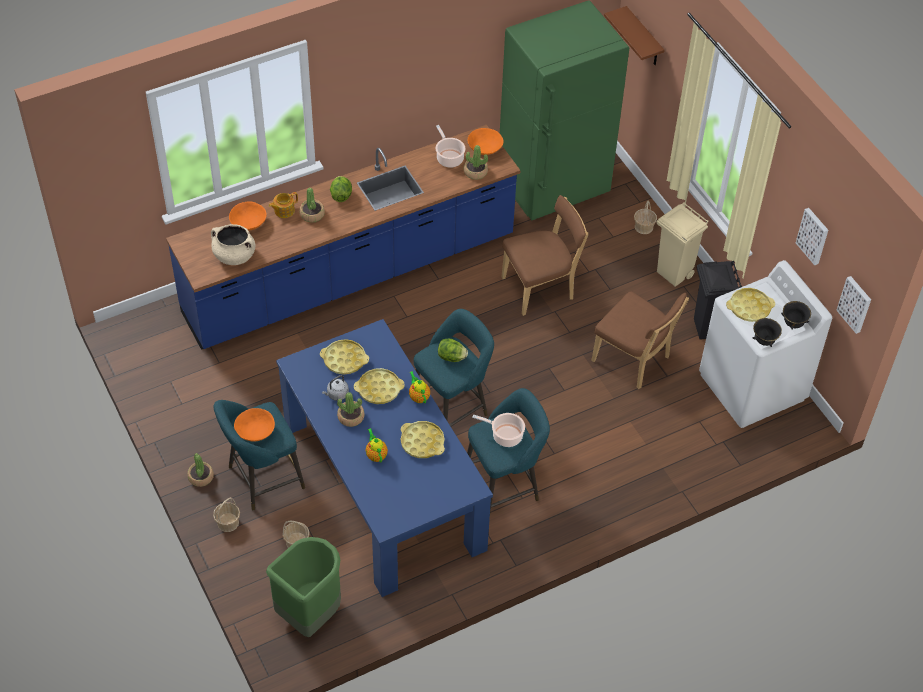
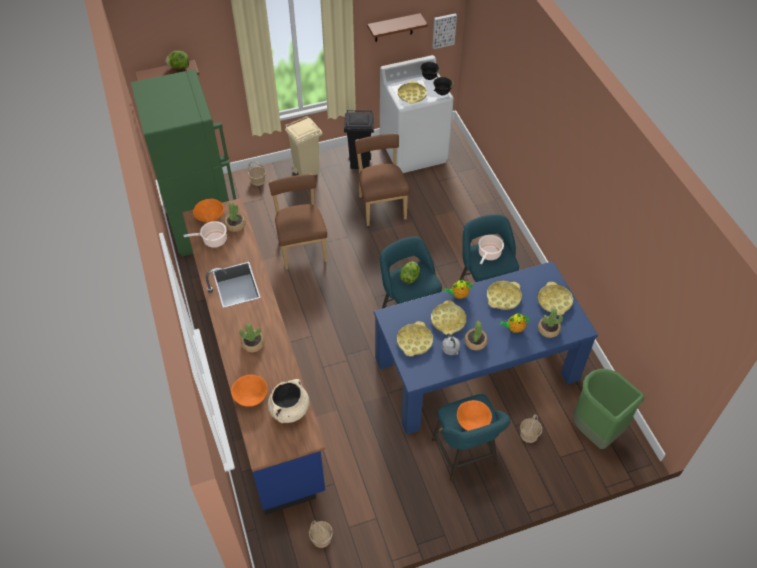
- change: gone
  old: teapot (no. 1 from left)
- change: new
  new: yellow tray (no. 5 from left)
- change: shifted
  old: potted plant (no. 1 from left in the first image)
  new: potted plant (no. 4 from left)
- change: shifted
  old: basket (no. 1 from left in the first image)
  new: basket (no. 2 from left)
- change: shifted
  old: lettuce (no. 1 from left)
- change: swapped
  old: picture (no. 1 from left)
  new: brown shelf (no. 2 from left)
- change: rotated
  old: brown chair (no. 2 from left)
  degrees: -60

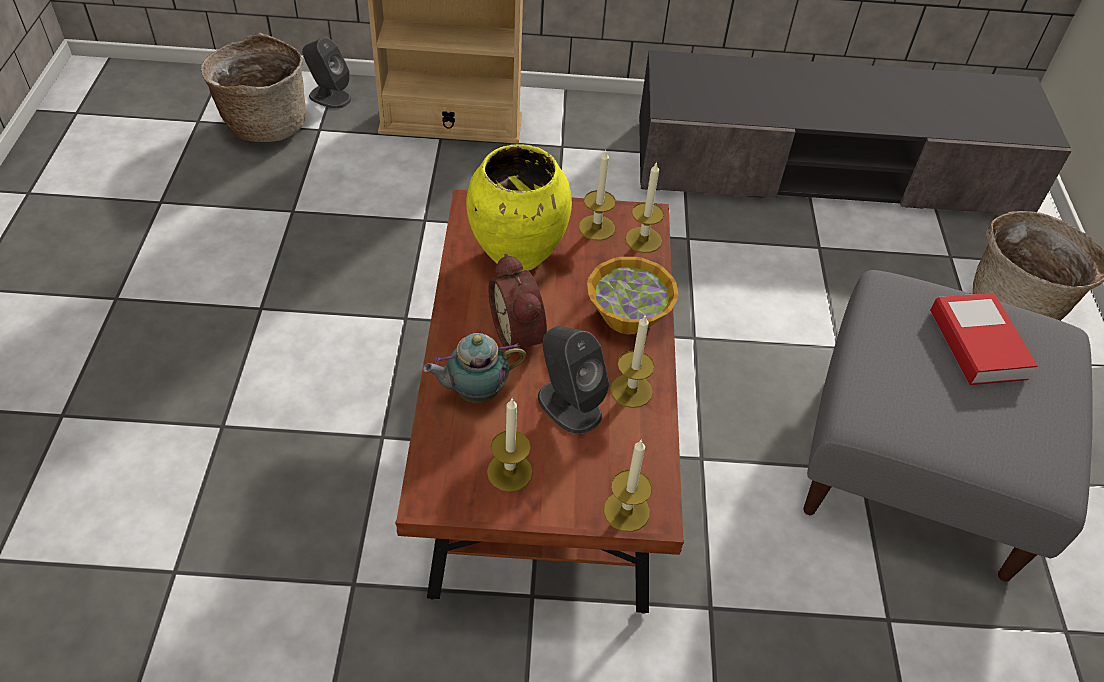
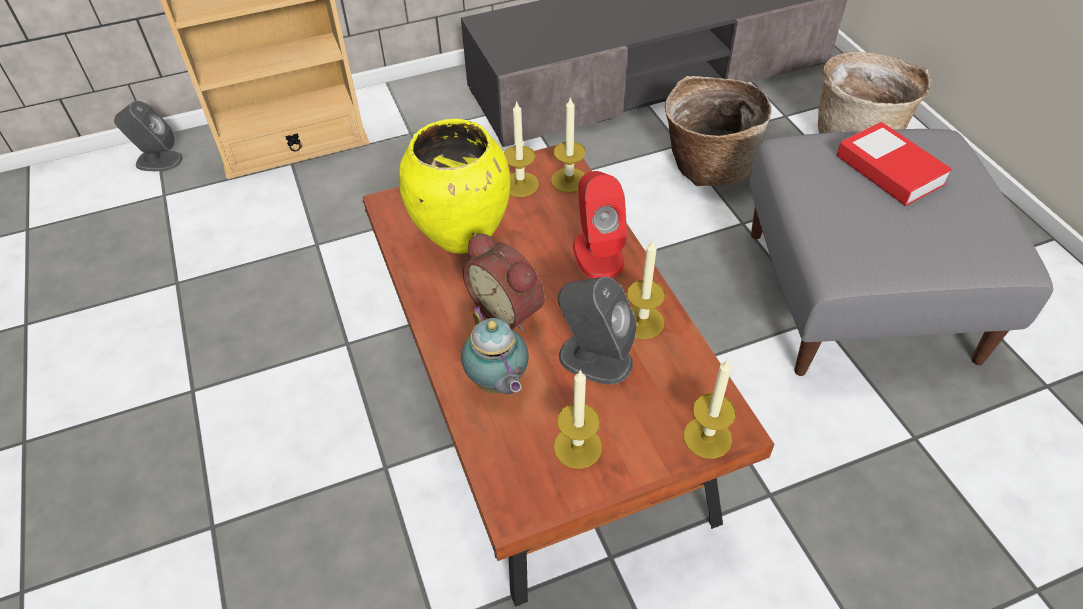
- change: shifted
  old: basket (no. 1 from left)
- change: swapped
  old: bowl
  new: red speaker
- change: rotated
  old: teapot
  degrees: -75

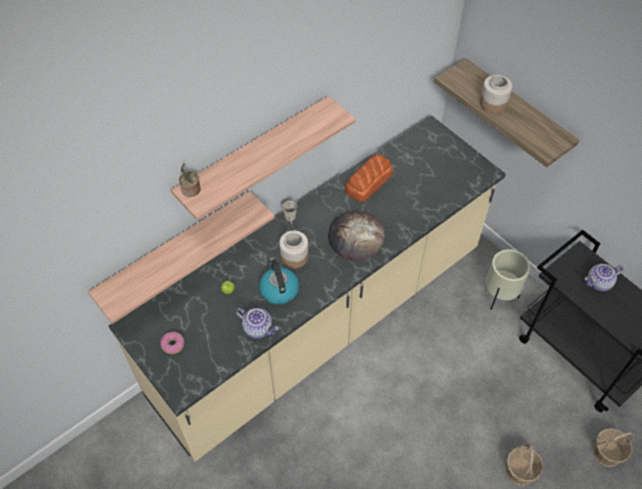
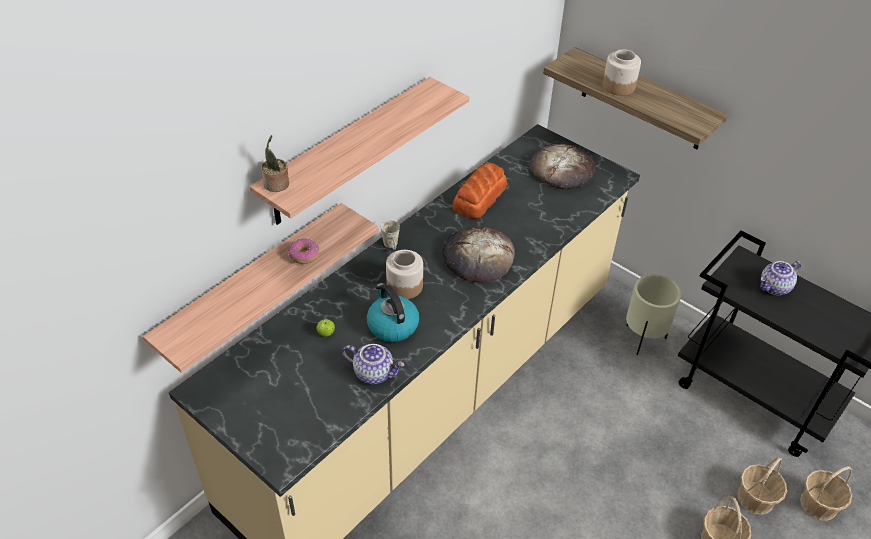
- change: new
  new: bread (no. 3 from left)
- change: new
  new: basket (no. 2 from left)
- change: shifted
  old: donut

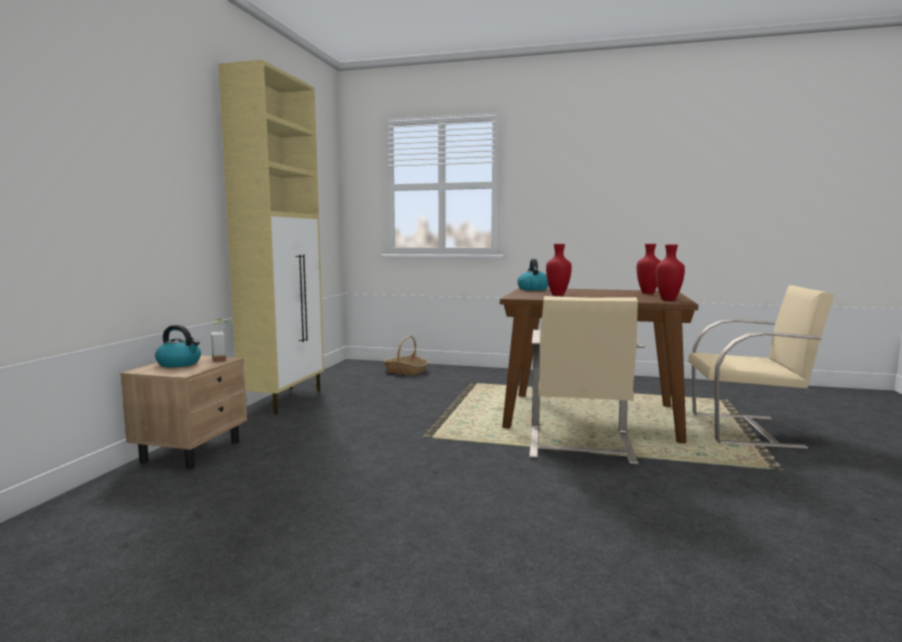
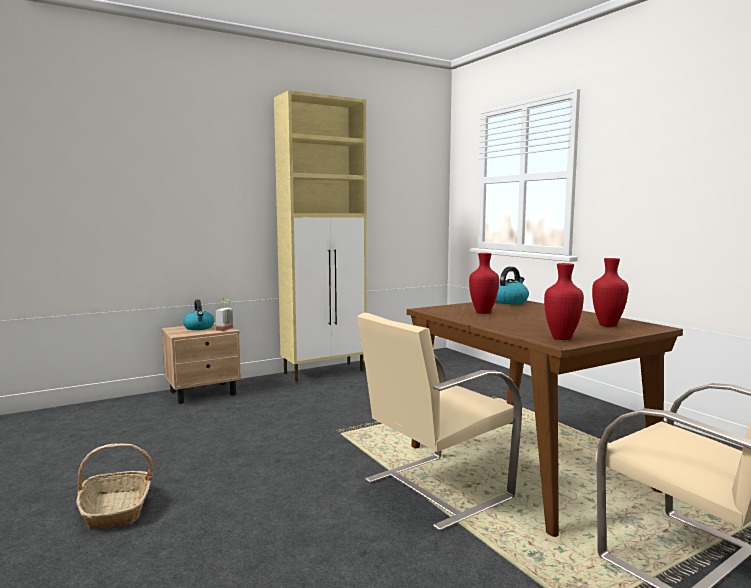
- change: shifted
  old: basket

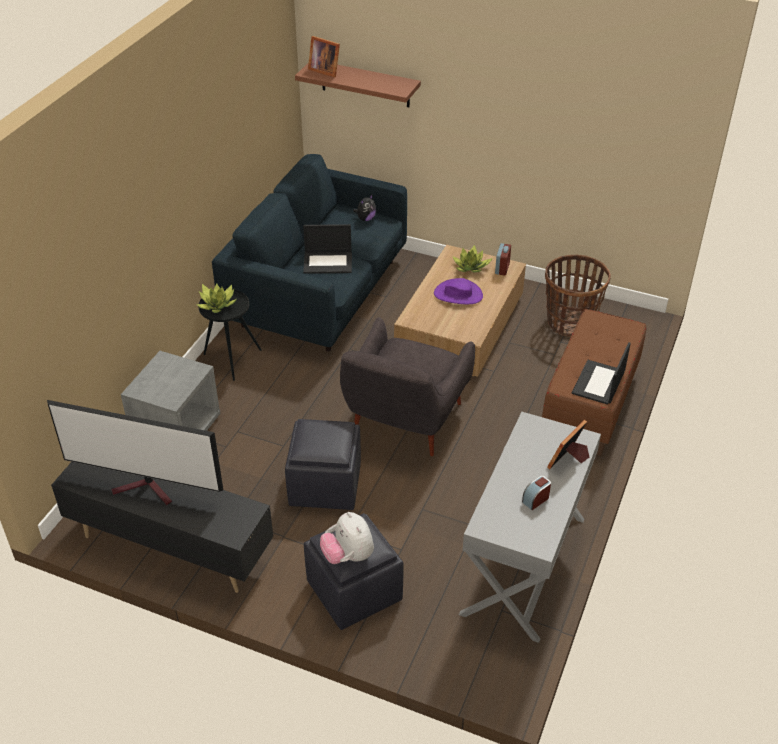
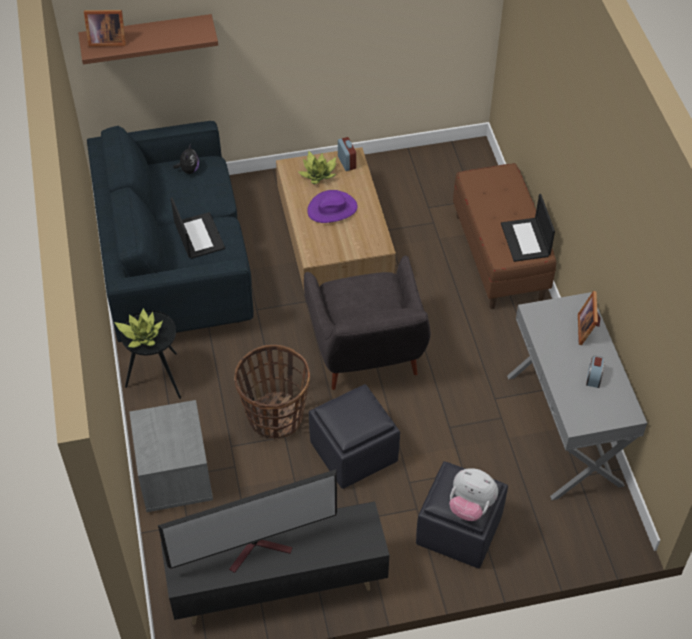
- change: shifted
  old: basket
- change: rotated
  old: laptop (no. 1 from left)
  degrees: -75

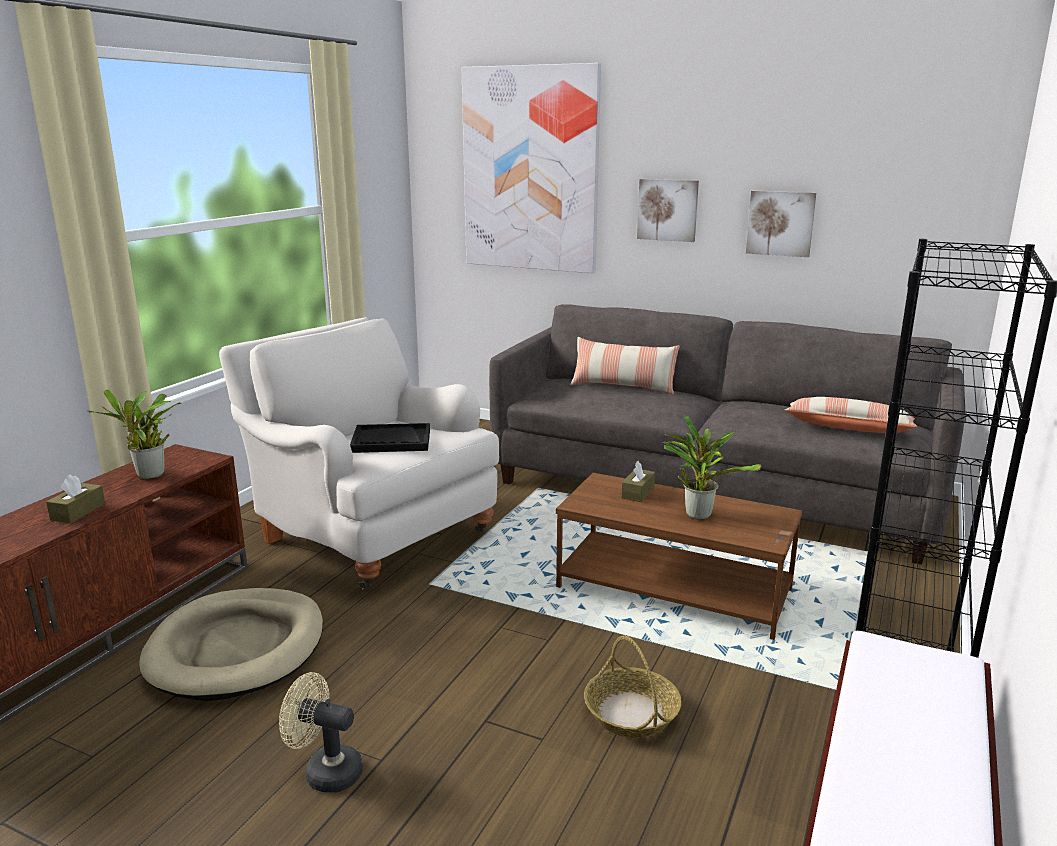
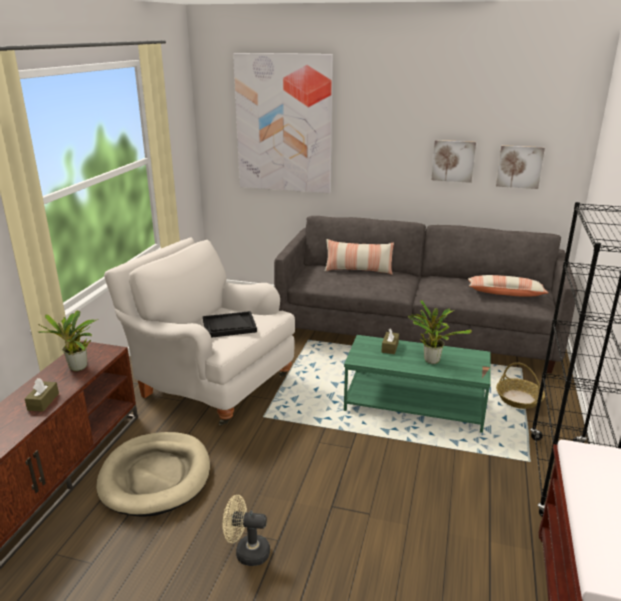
- change: shifted
  old: basket
- change: shifted
  old: picture (no. 2 from left in the first image)
  new: picture (no. 3 from left)
- change: repainted
  old: brown coffee table
  new: green coffee table

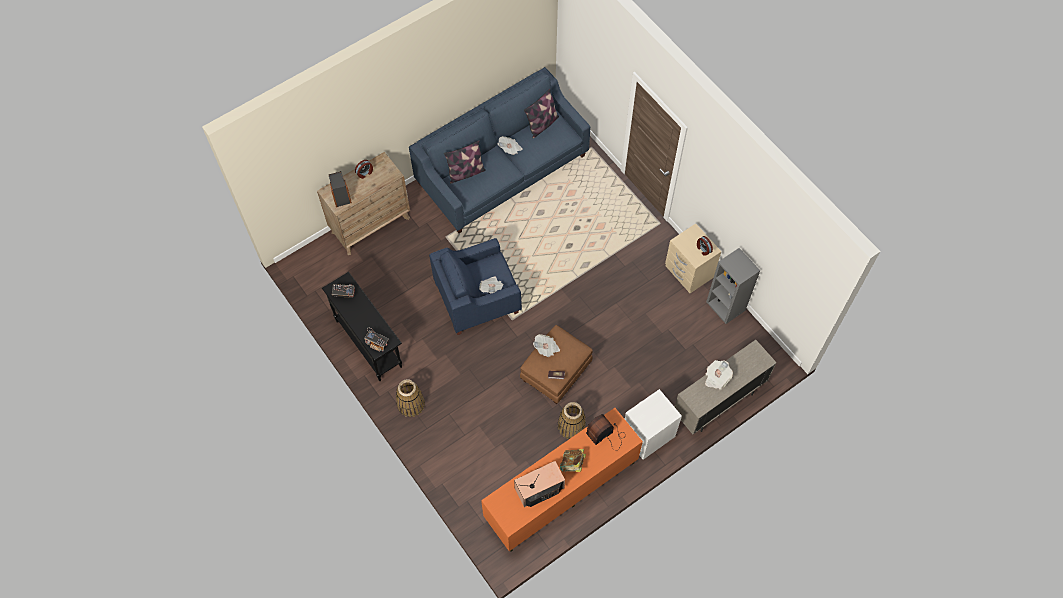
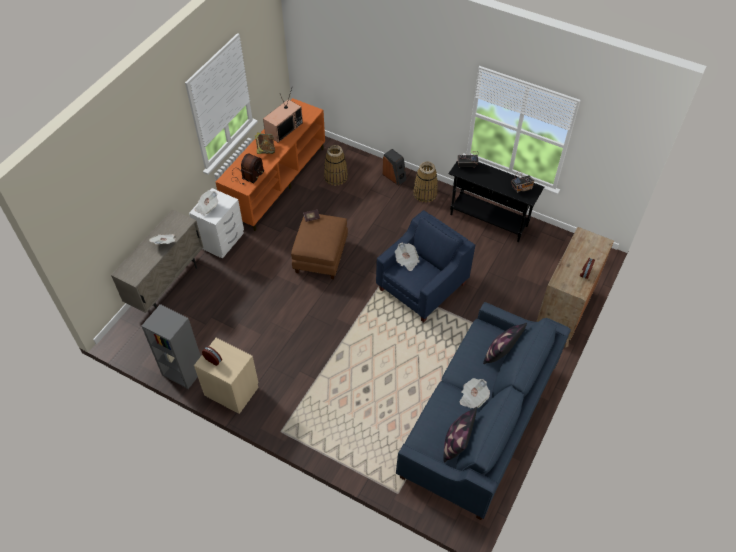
- change: shifted
  old: speaker
- change: shifted
  old: newspaper (no. 3 from left in the first image)
  new: newspaper (no. 2 from left)
- change: shifted
  old: basket (no. 2 from left in the first image)
  new: basket (no. 1 from left)

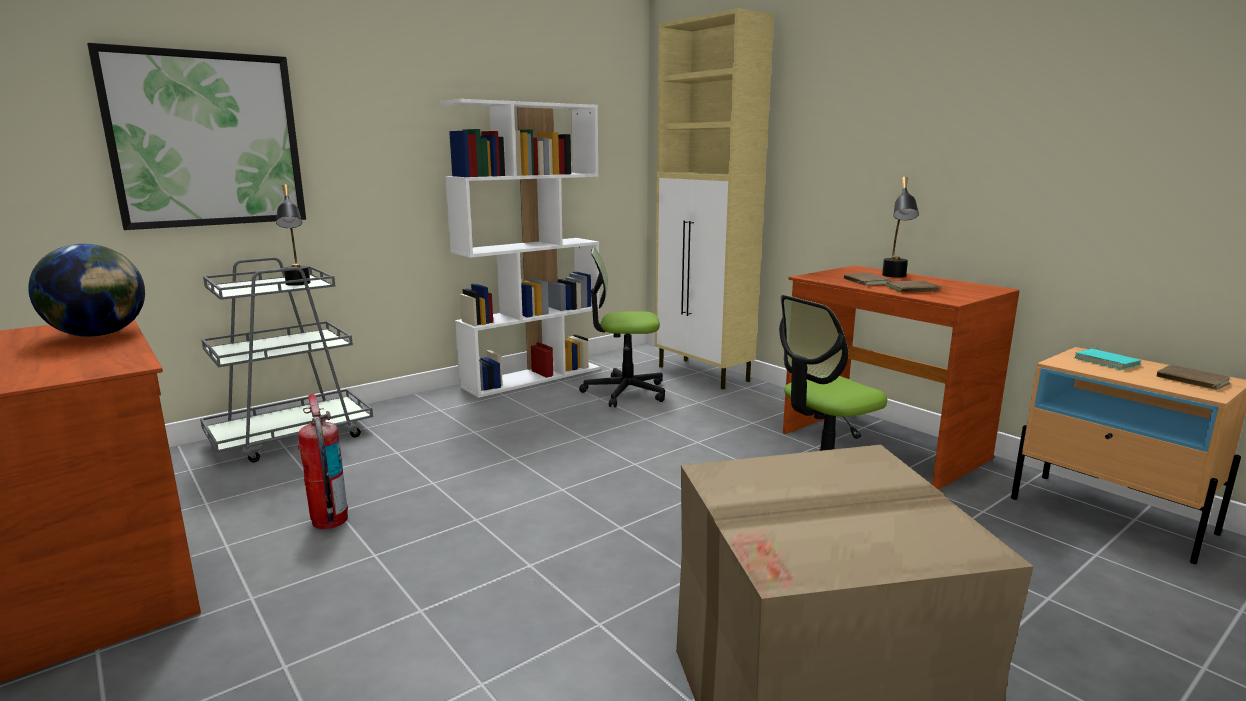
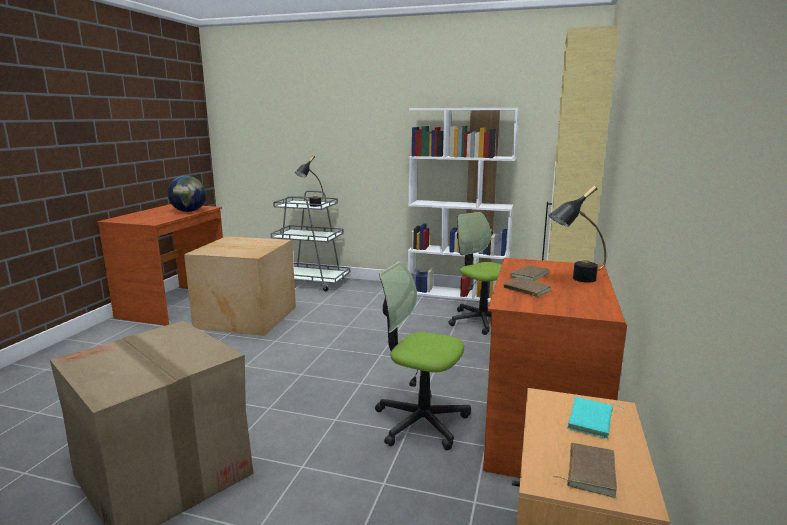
- change: gone
  old: picture
- change: swapped
  old: fire extinguisher
  new: cardboard box (no. 2 from left)

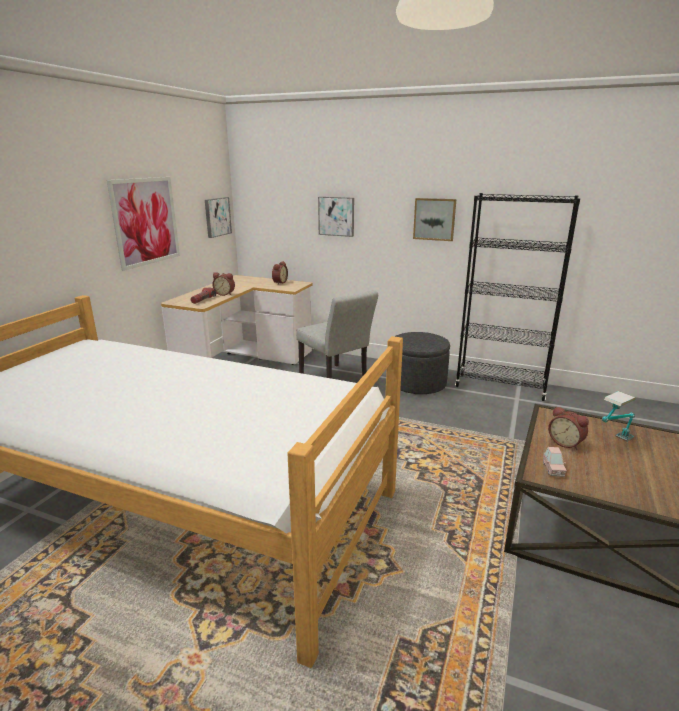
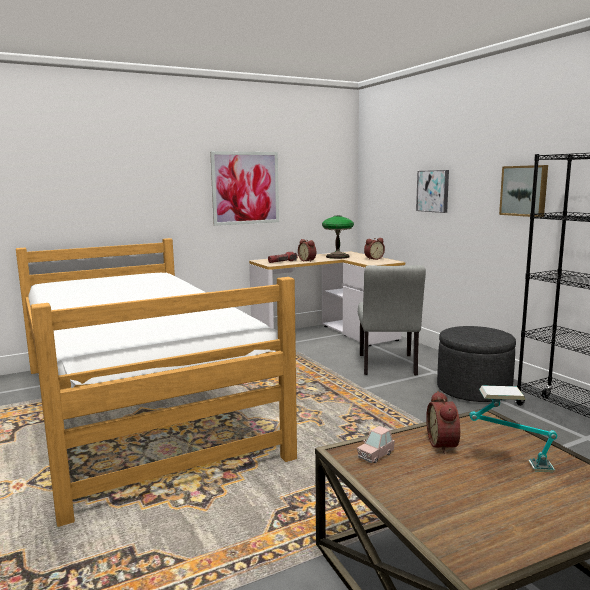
- change: gone
  old: picture (no. 2 from left)
- change: new
  new: table lamp (no. 1 from left)

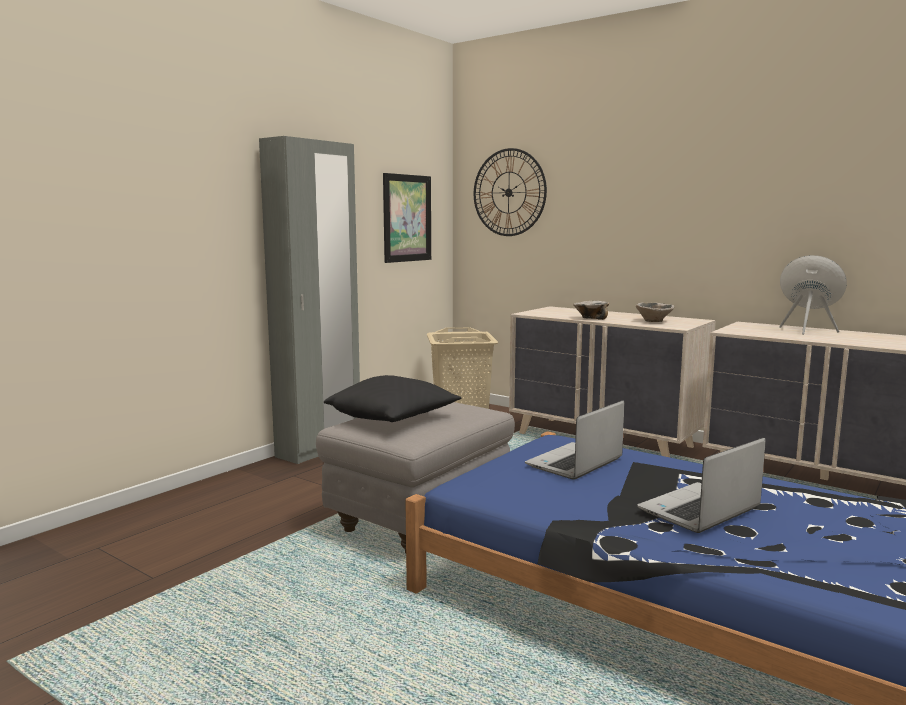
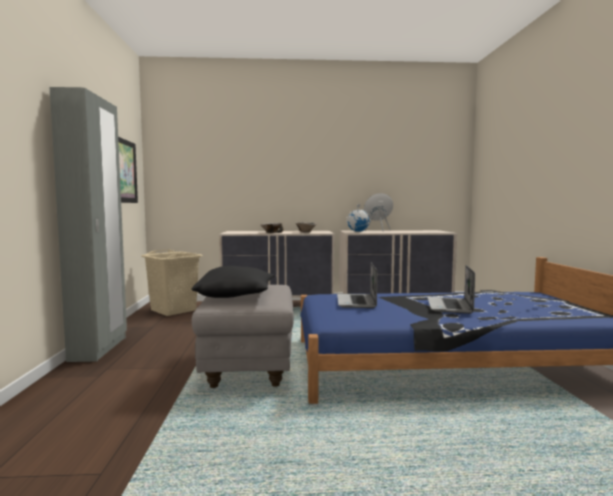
- change: gone
  old: wall clock
- change: new
  new: globe

